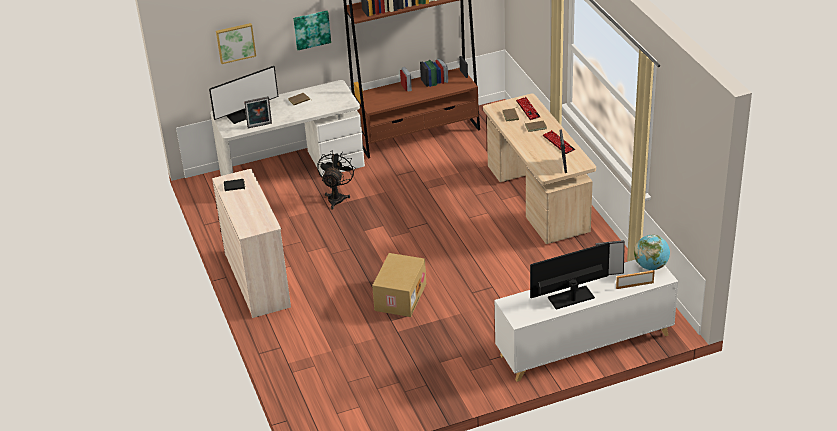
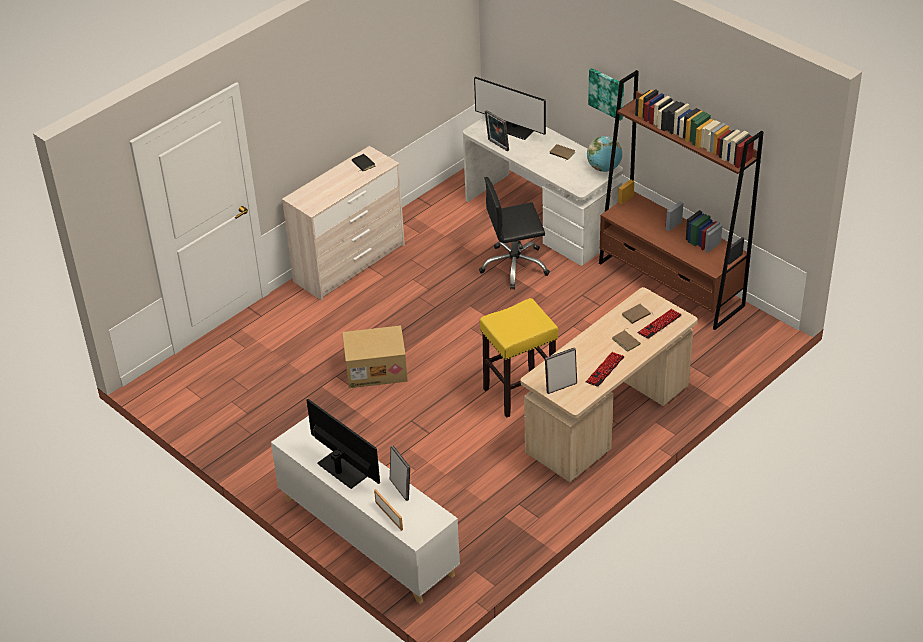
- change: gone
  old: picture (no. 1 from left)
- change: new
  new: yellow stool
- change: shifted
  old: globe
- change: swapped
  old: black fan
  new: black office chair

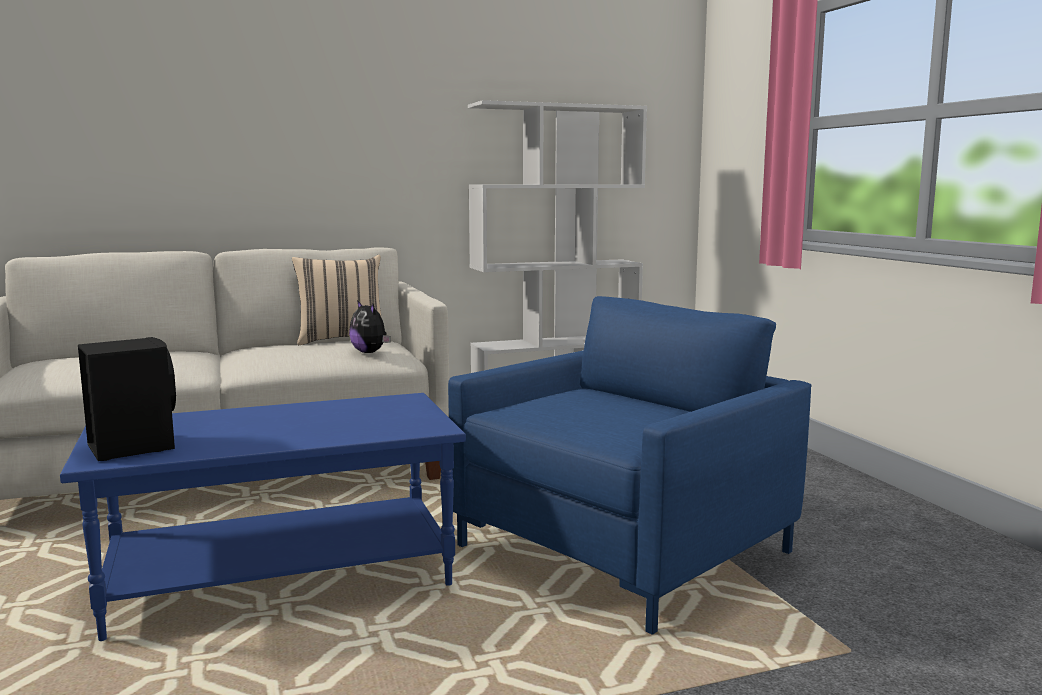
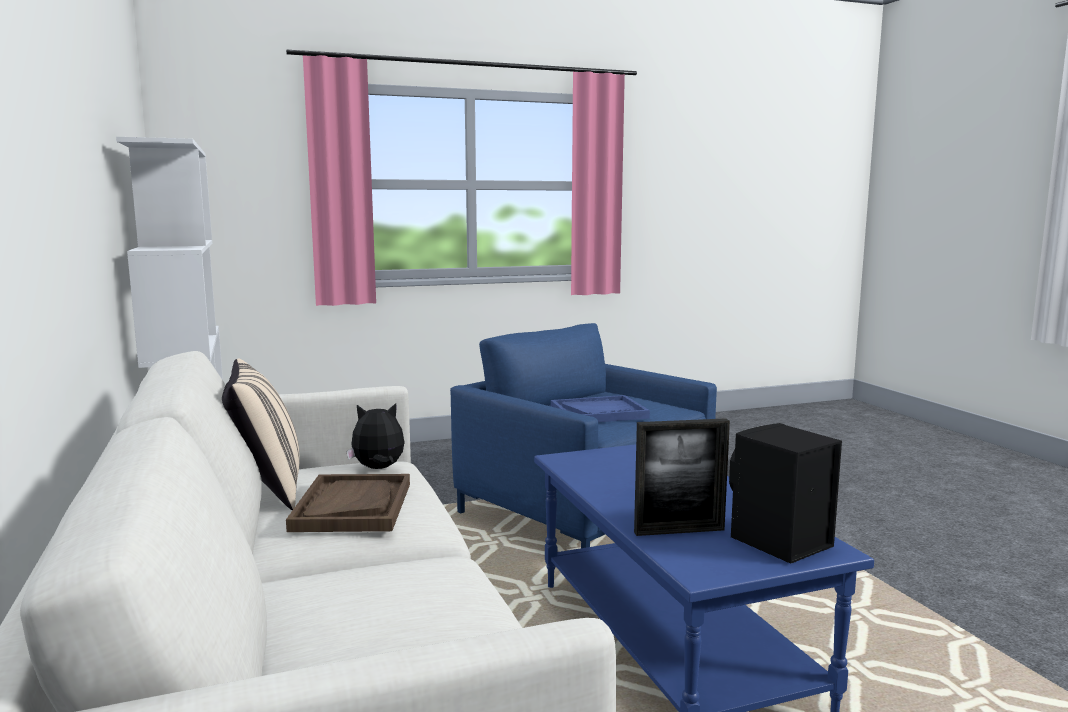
- change: new
  new: brown tray
- change: new
  new: blue tray
- change: new
  new: picture frame
- change: rotated
  old: plush toy
  degrees: -150

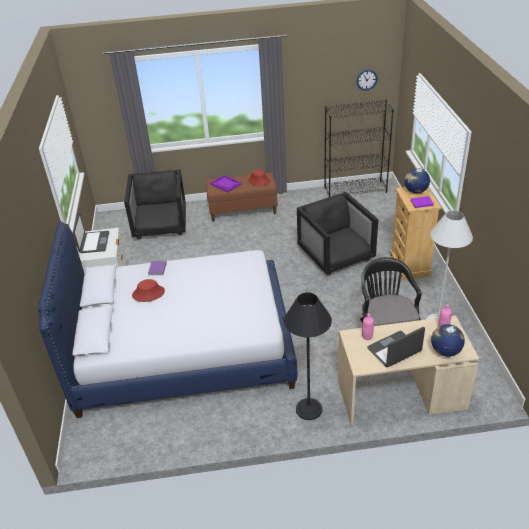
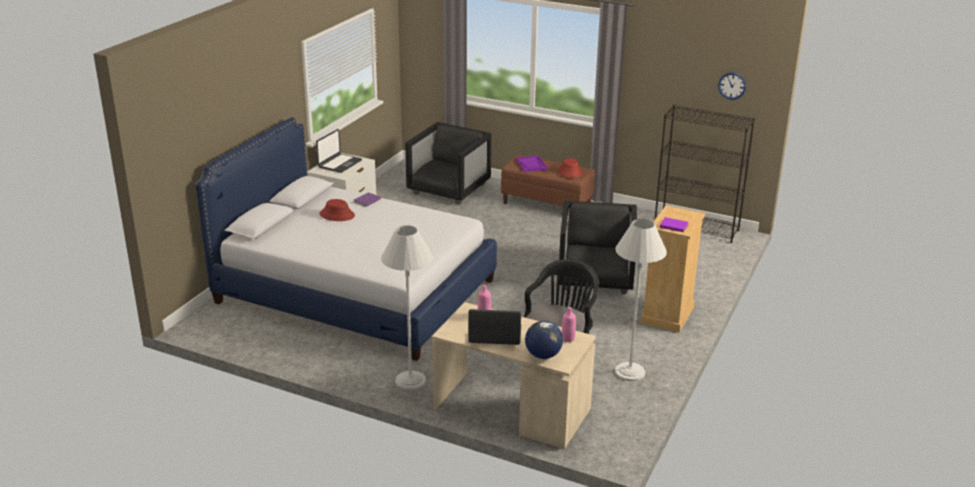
- change: gone
  old: globe (no. 1 from left)
- change: repainted
  old: black floor lamp
  new: white floor lamp (no. 1 from left)

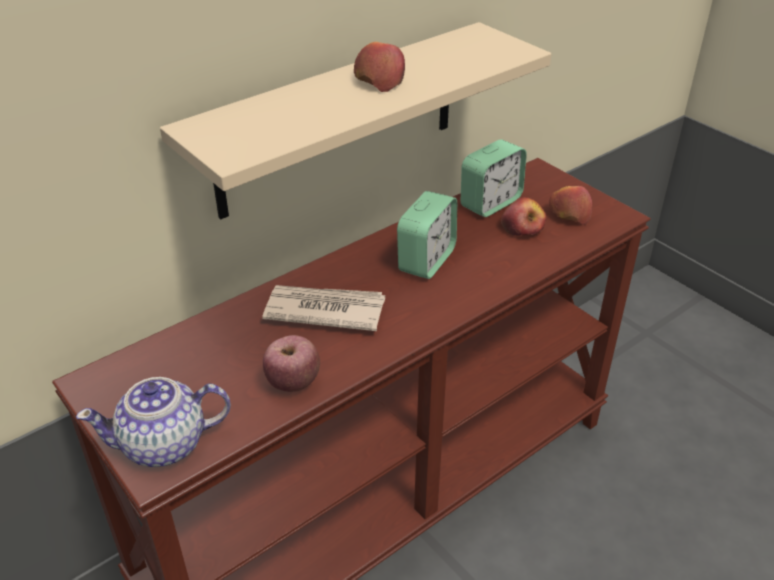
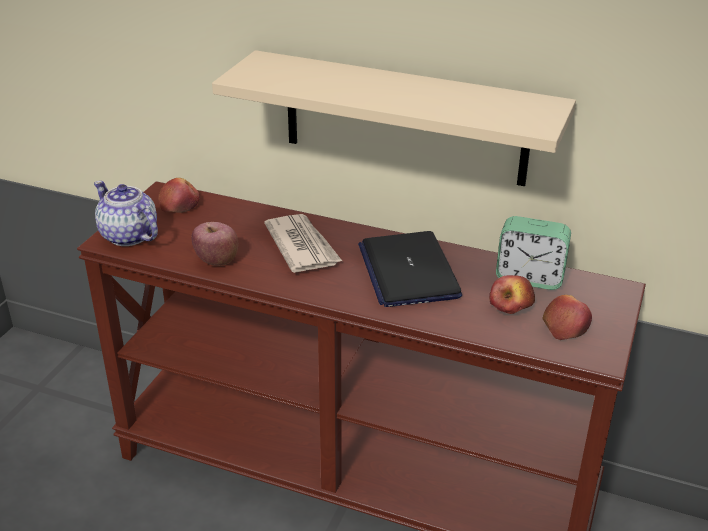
- change: shifted
  old: apple (no. 2 from left in the first image)
  new: apple (no. 1 from left)
- change: swapped
  old: alarm clock (no. 1 from left)
  new: laptop

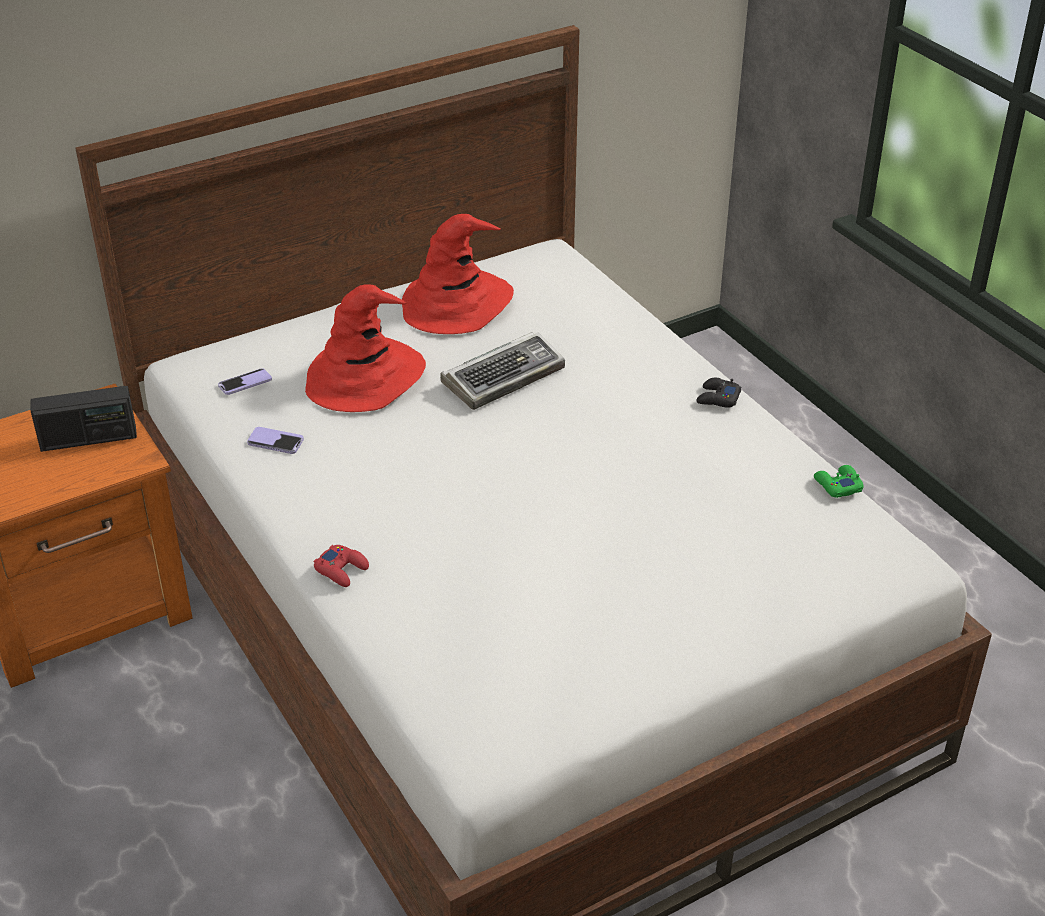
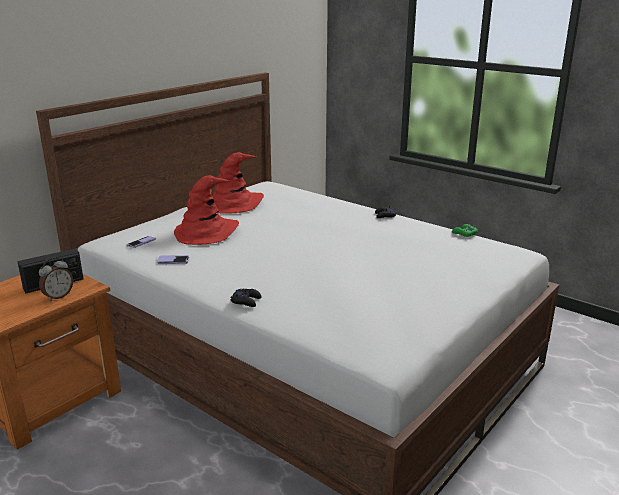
- change: gone
  old: keyboard
- change: new
  new: alarm clock
- change: repainted
  old: red game controller
  new: black game controller (no. 1 from left)

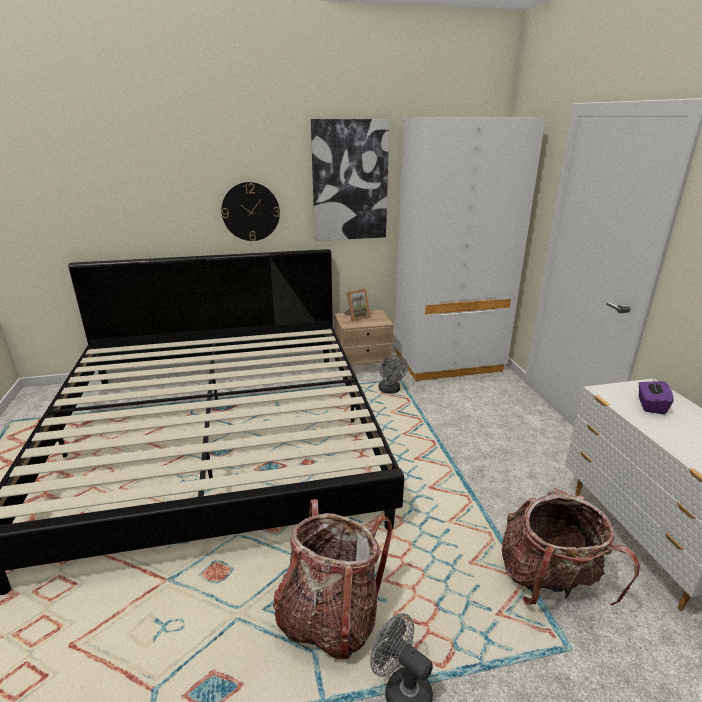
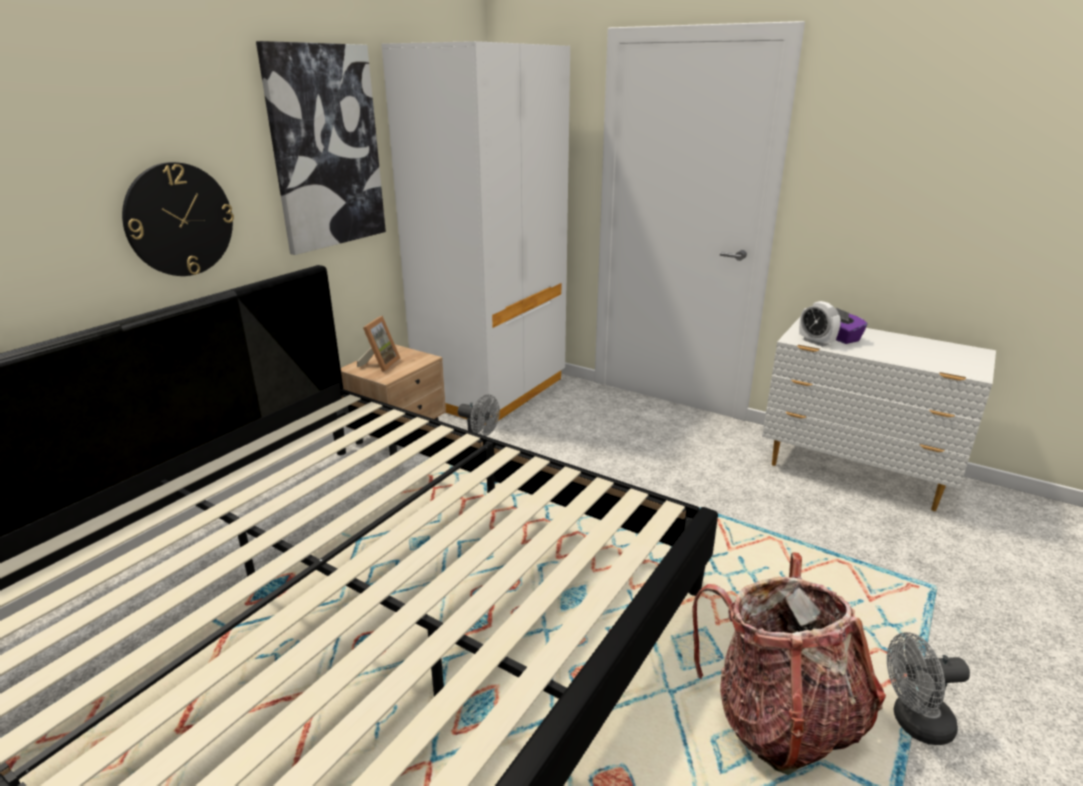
- change: gone
  old: backpack (no. 2 from left)
- change: new
  new: alarm clock

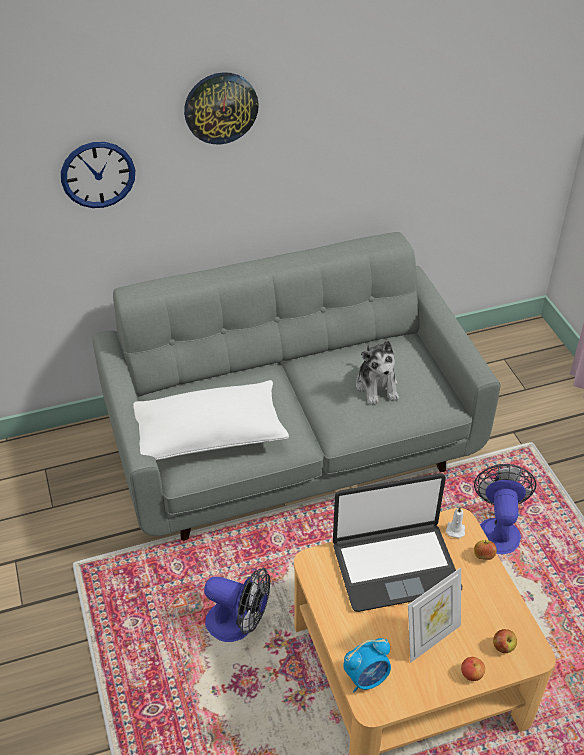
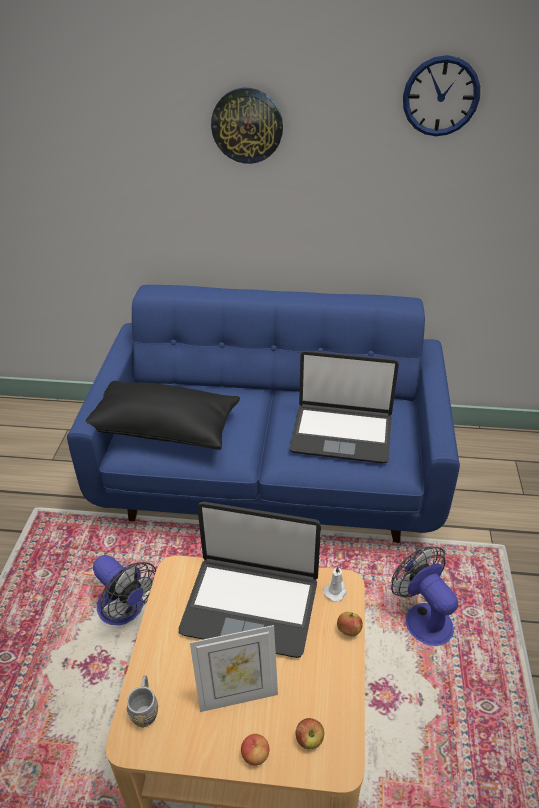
- change: shifted
  old: wall clock (no. 1 from left in the first image)
  new: wall clock (no. 2 from left)
- change: swapped
  old: alarm clock
  new: grey mug
- change: swapped
  old: plush toy
  new: laptop (no. 2 from left)
- change: repainted
  old: grey sofa
  new: blue sofa
- change: repainted
  old: white pillow
  new: black pillow
- change: rotated
  old: fan (no. 2 from left)
  degrees: -60

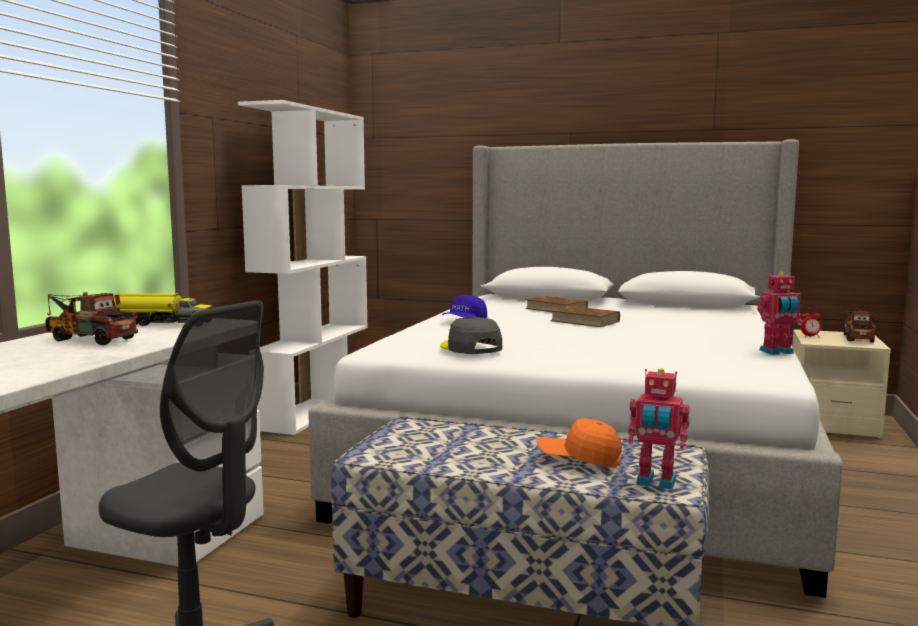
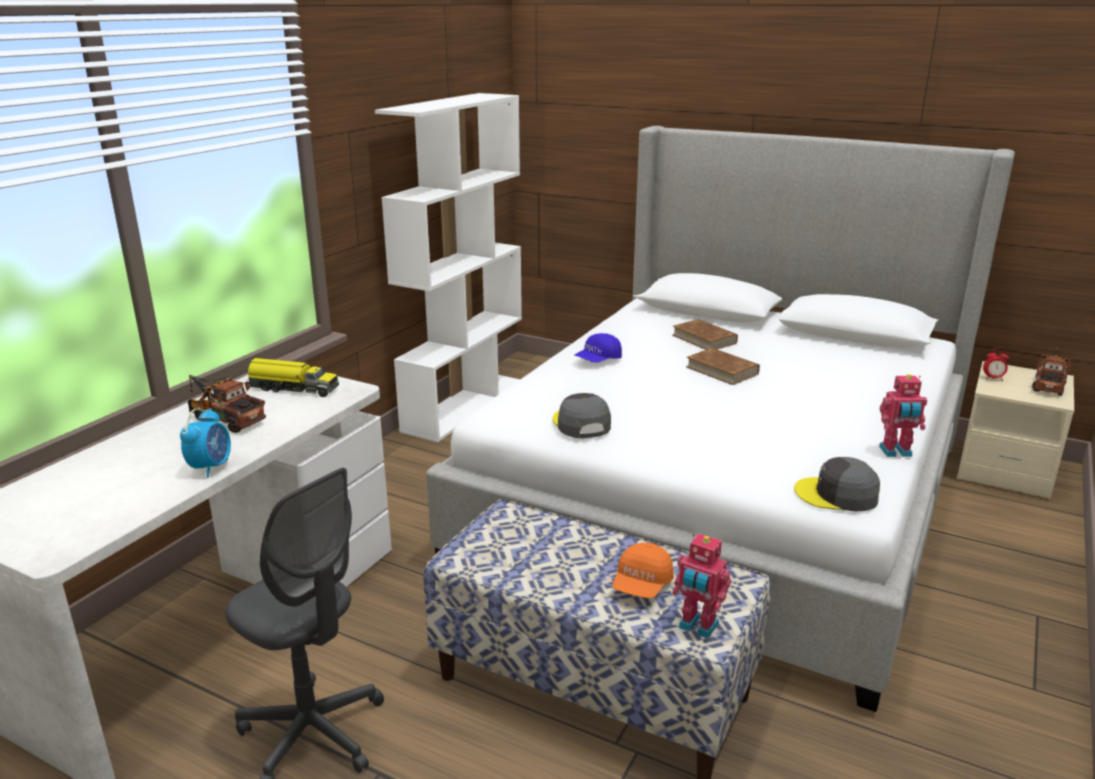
- change: new
  new: alarm clock (no. 1 from left)
- change: new
  new: grey cap (no. 2 from left)
- change: rotated
  old: orange cap
  degrees: -90

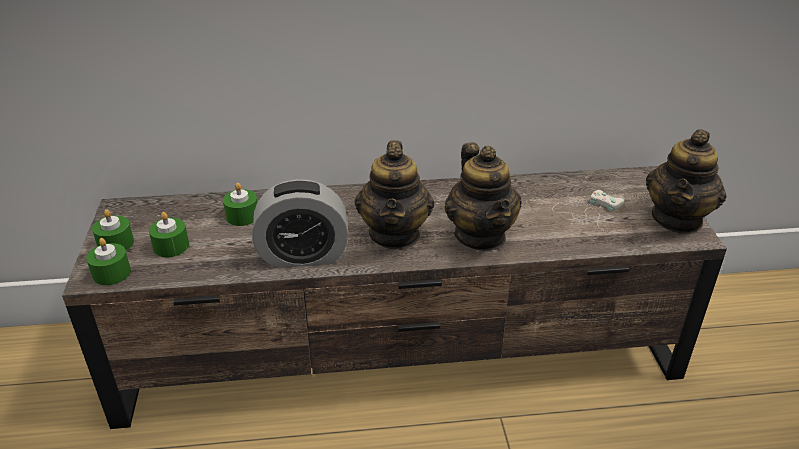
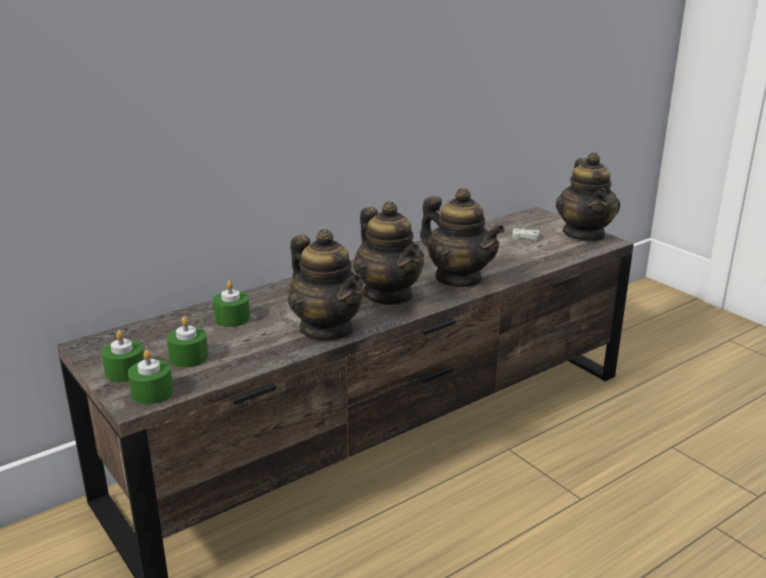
- change: swapped
  old: alarm clock
  new: teapot (no. 1 from left)

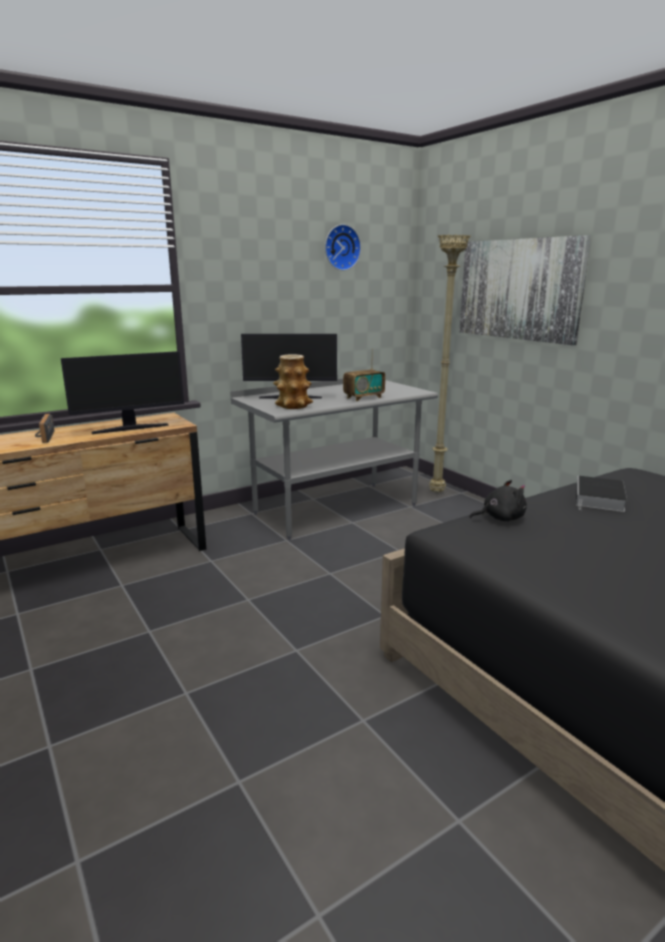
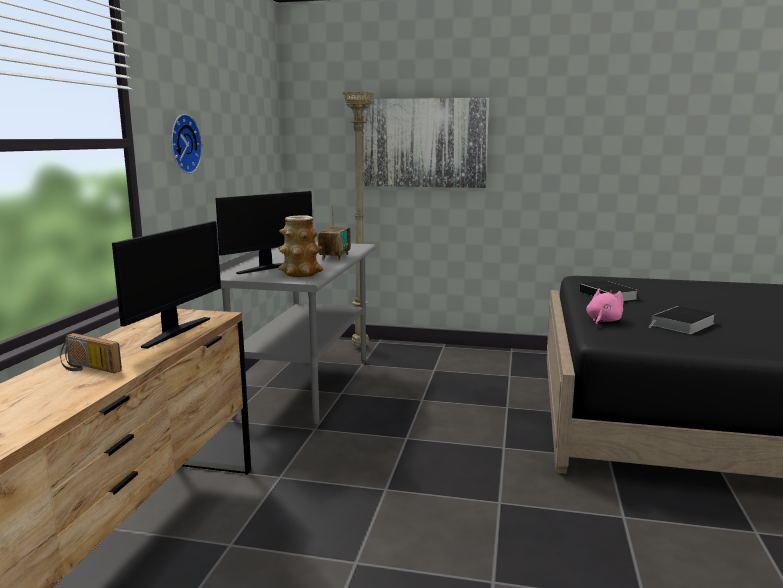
- change: new
  new: book (no. 2 from left)
- change: shifted
  old: wall clock
- change: repainted
  old: black plush toy
  new: pink plush toy

